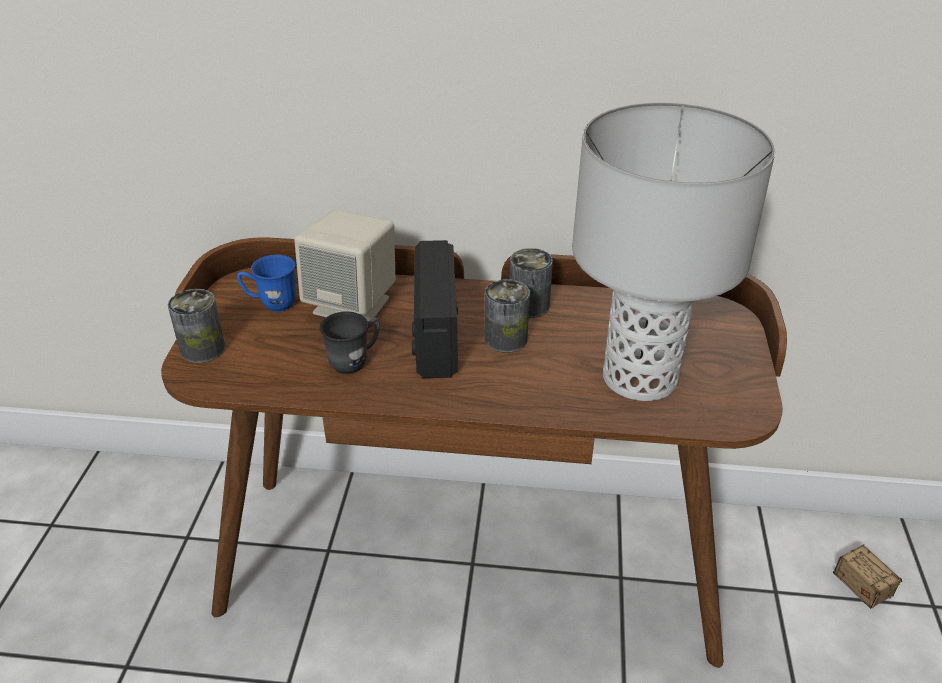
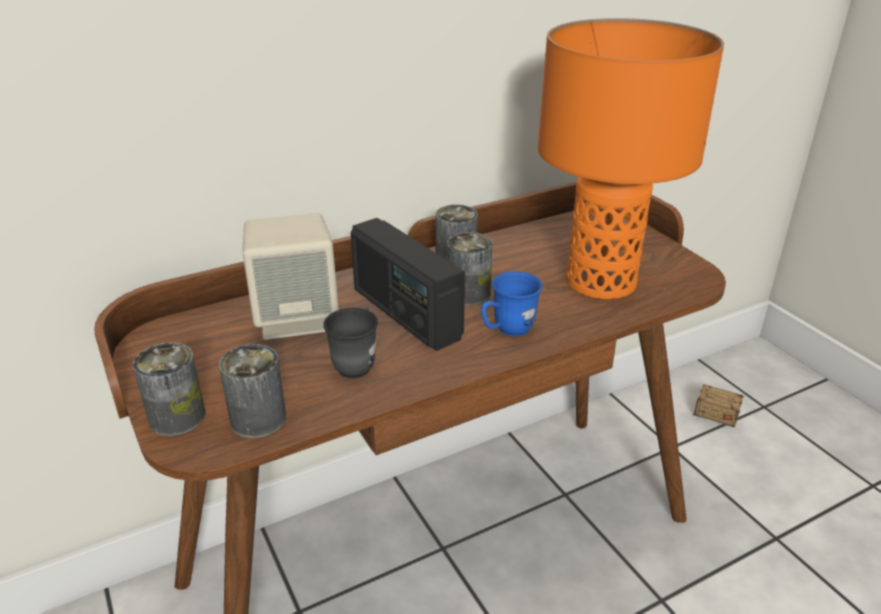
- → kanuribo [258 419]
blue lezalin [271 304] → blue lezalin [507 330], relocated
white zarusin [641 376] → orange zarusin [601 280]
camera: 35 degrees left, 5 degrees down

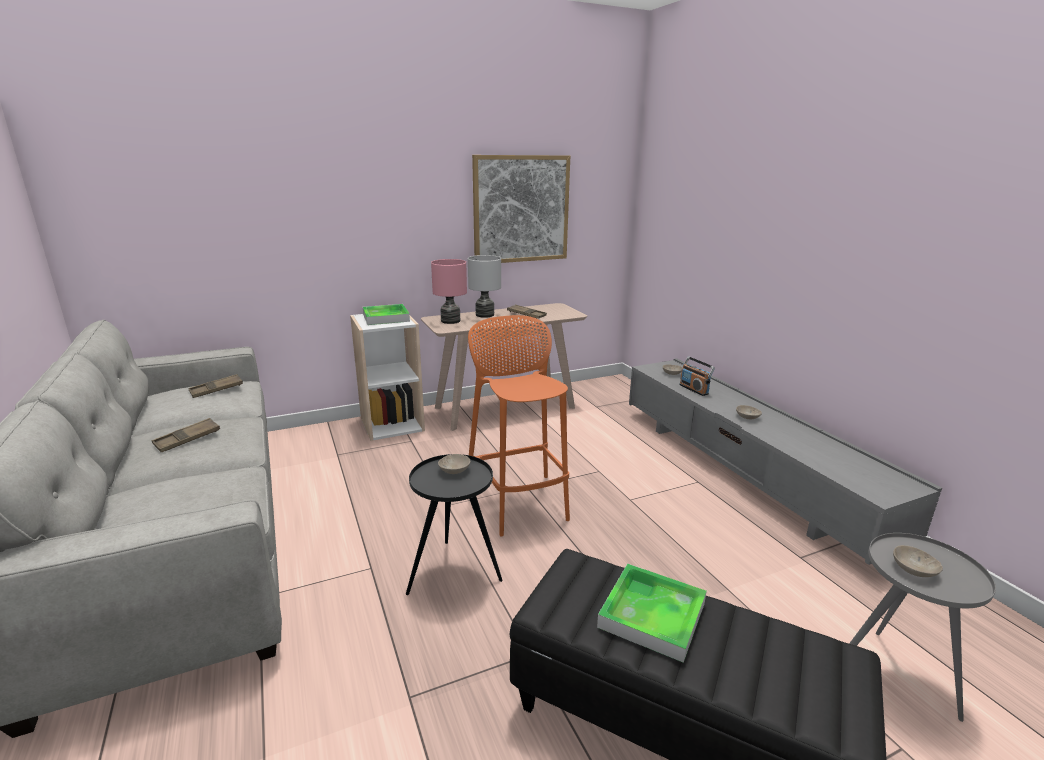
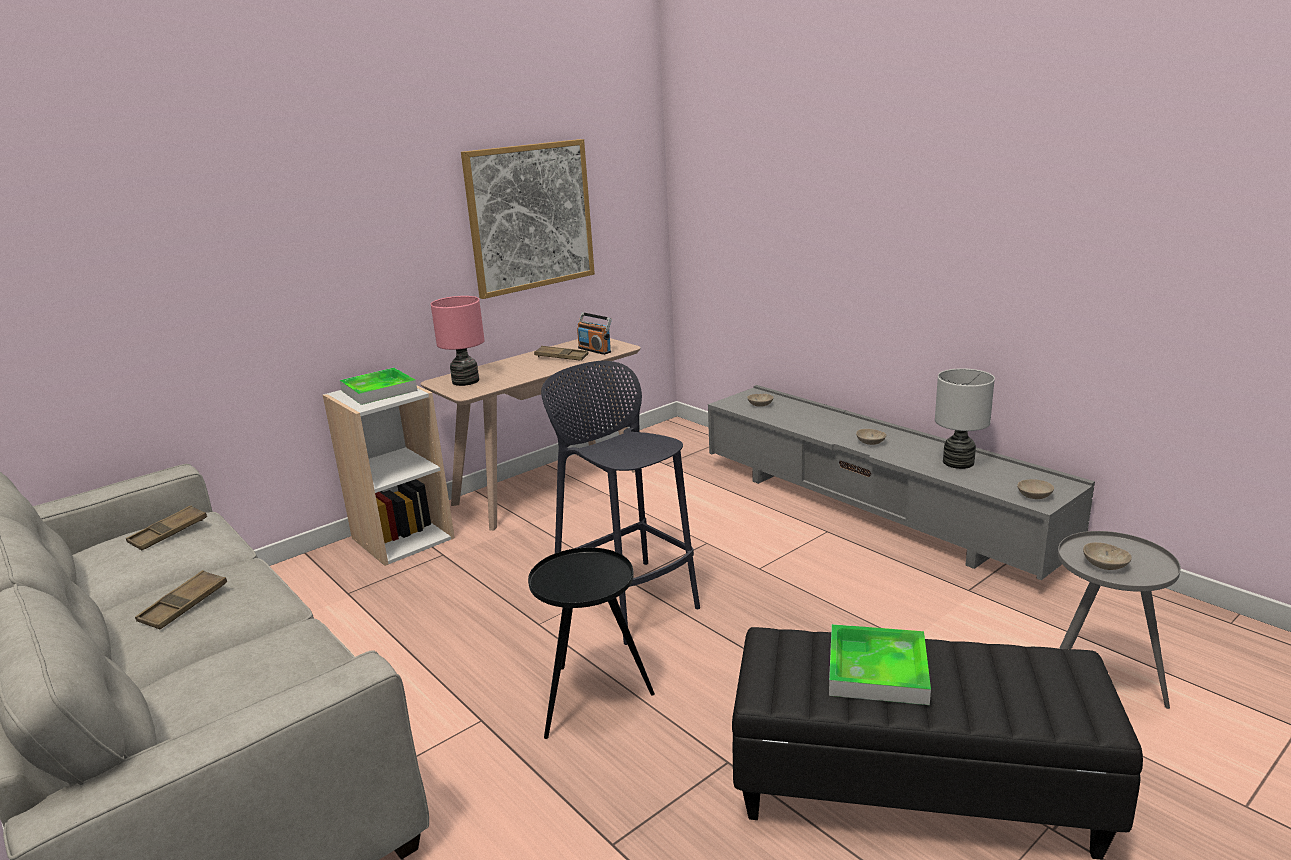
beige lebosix [455 471] → beige lebosix [1035 496], relocated
grey zarusin [485 315] → grey zarusin [958 462], relocated
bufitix [694 389] → bufitix [595 350], relocated
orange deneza [519 503] → grey deneza [628 601]
camera: 15 degrees left, 0 degrees up

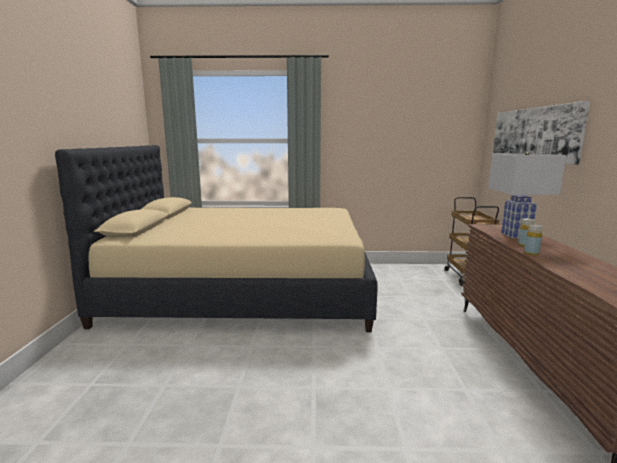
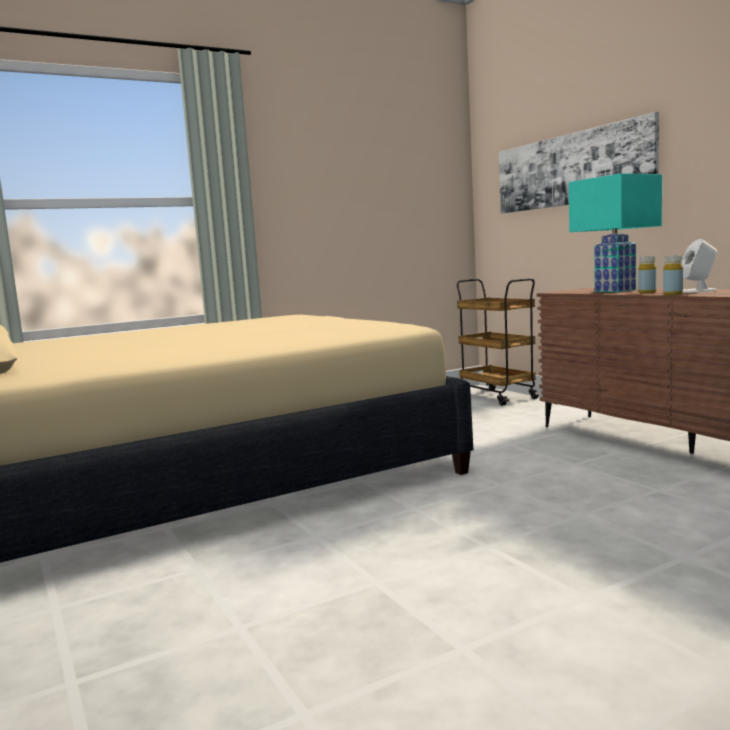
- → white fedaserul [698 291]
white zarusin [515 235] → turquoise zarusin [614 291]
camera: 30 degrees left, 5 degrees down

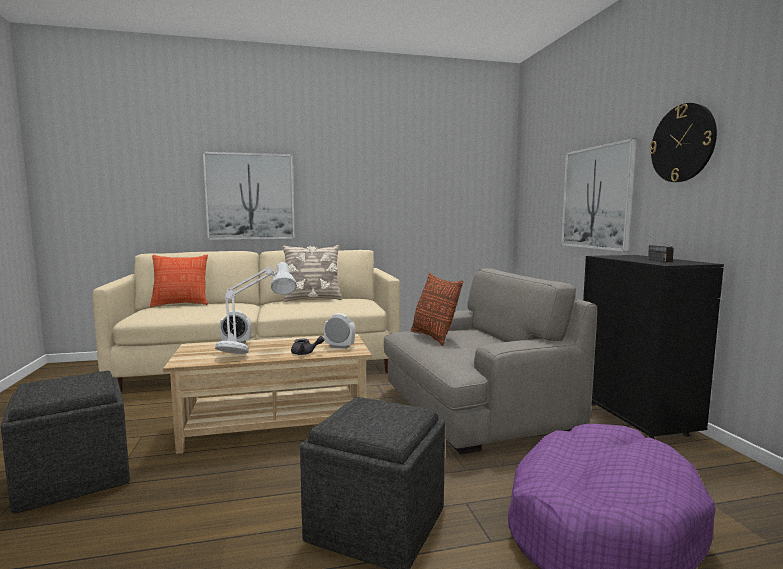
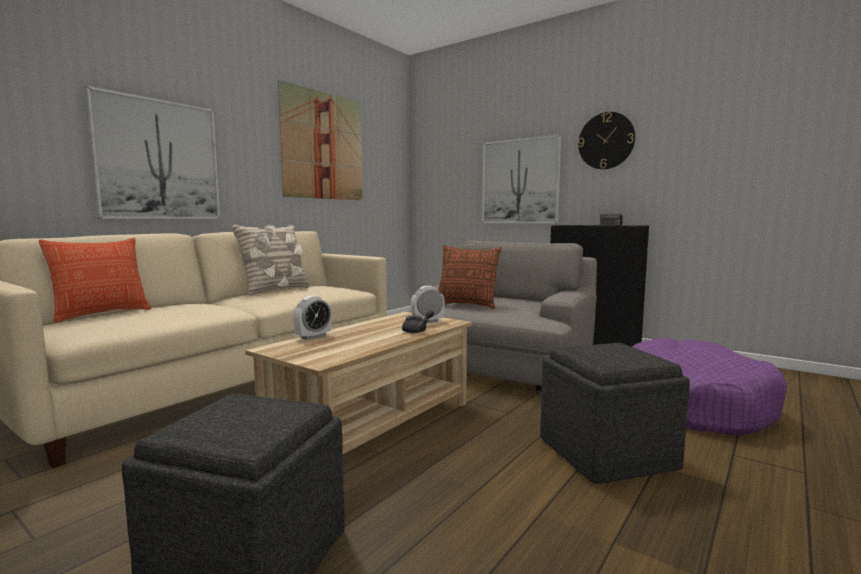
grey zarusin [255 350] → -
- → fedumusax [323 146]
camera: 40 degrees left, 0 degrees up

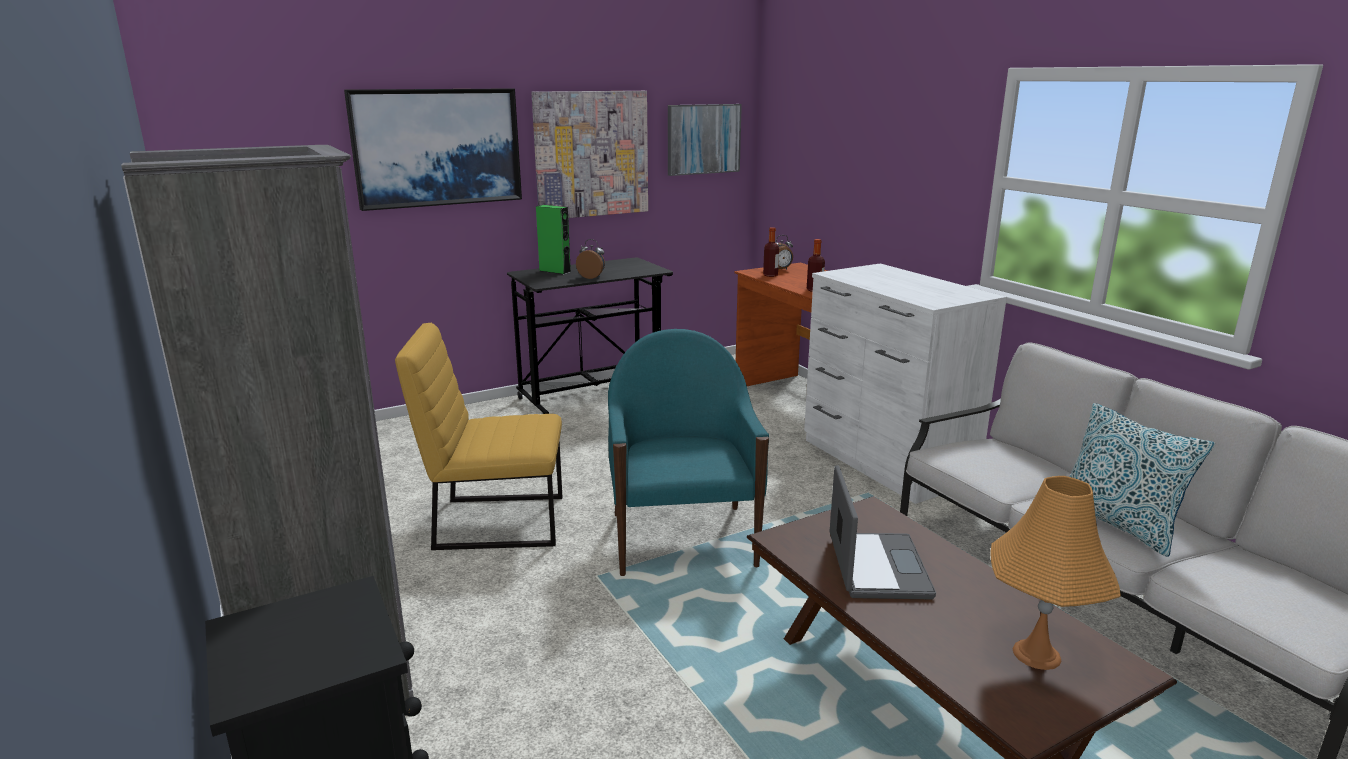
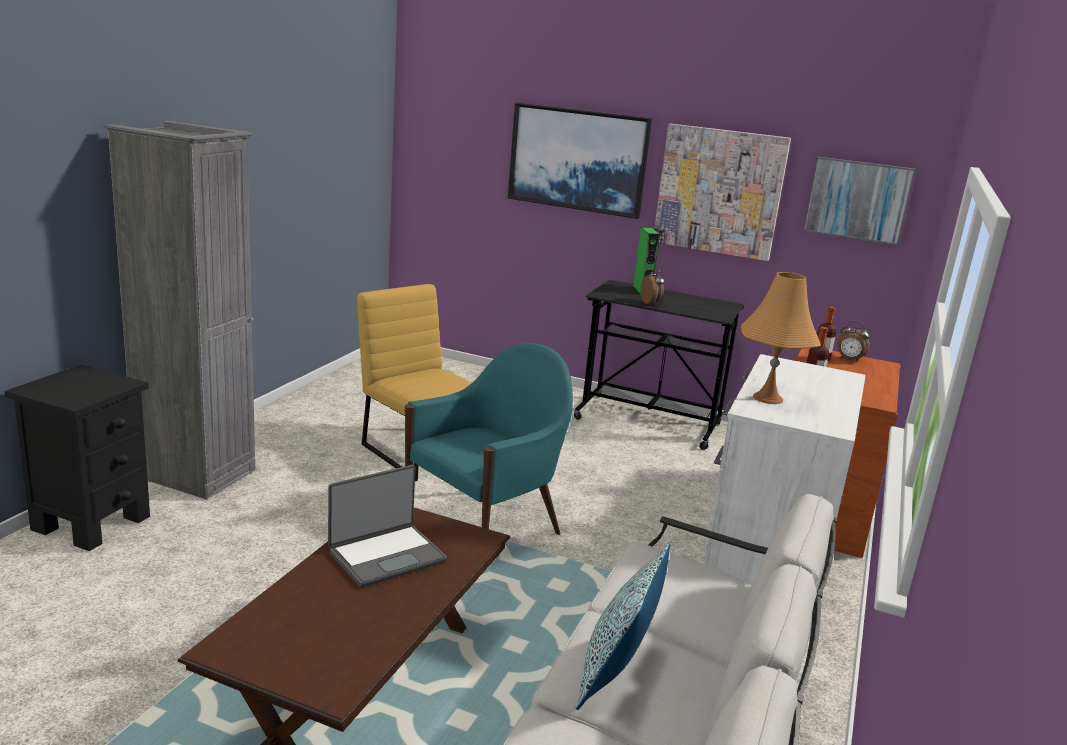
orange zarusin [1036 654] → orange zarusin [767 398], relocated
camera: 50 degrees right, 0 degrees up

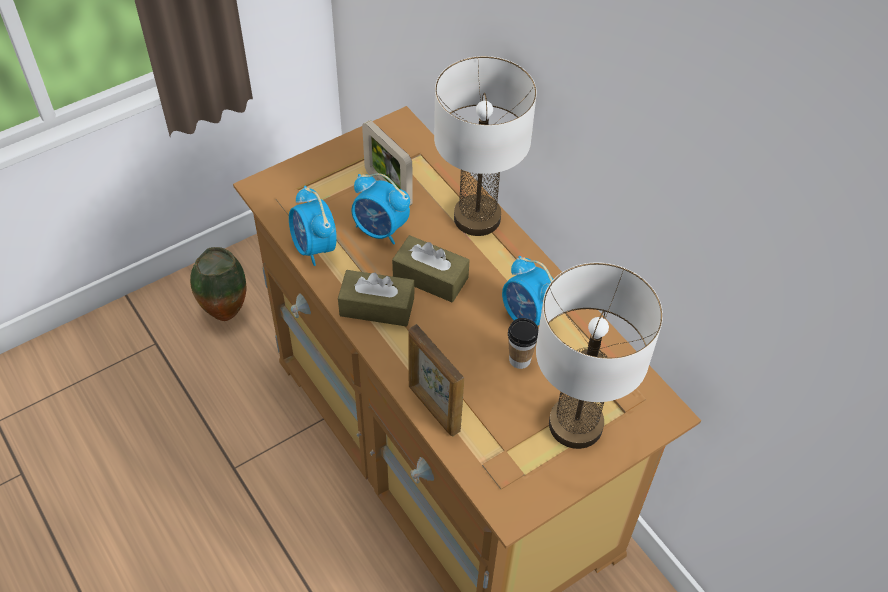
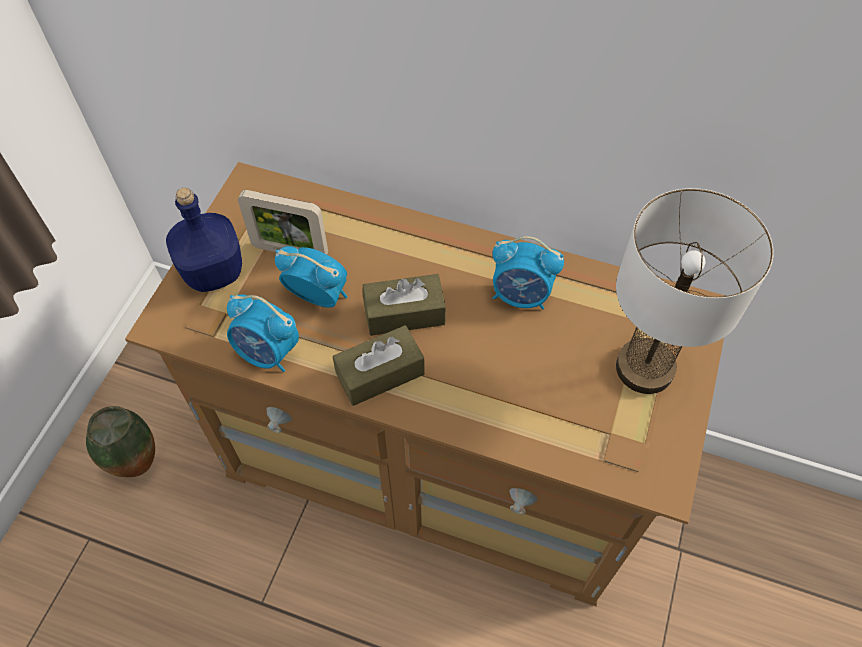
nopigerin [433 408] → -
zarusin [477 218] → -
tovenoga [519 359] → -
- → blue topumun [215 272]
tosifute [380 230] → tosifute [318 296], 150 degrees counterclockwise
camera: 35 degrees left, 5 degrees up

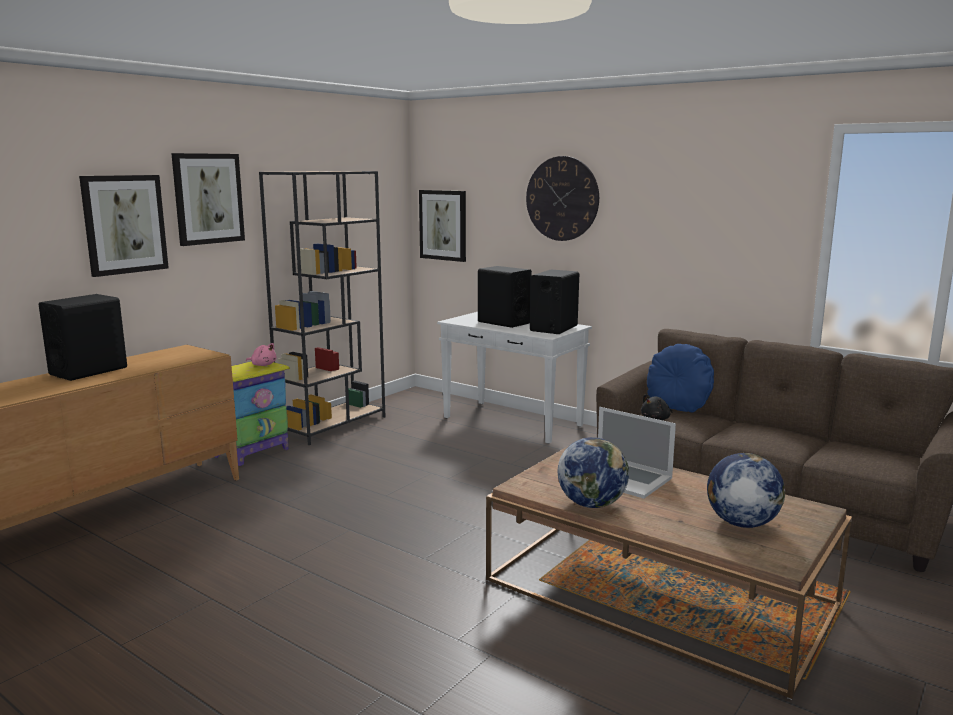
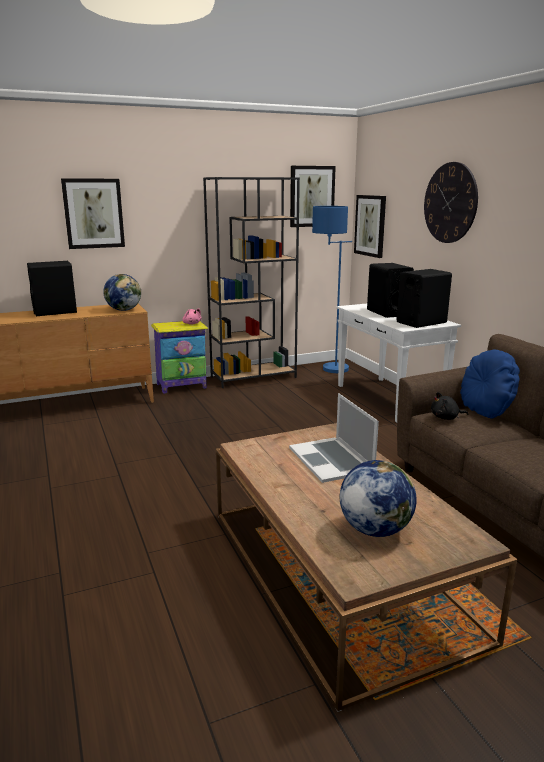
- → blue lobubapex [328 370]
fedumusax [208 198] → fedumusax [311 196], relocated
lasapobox [591 504] → lasapobox [124 310], relocated
camera: 30 degrees right, 5 degrees up

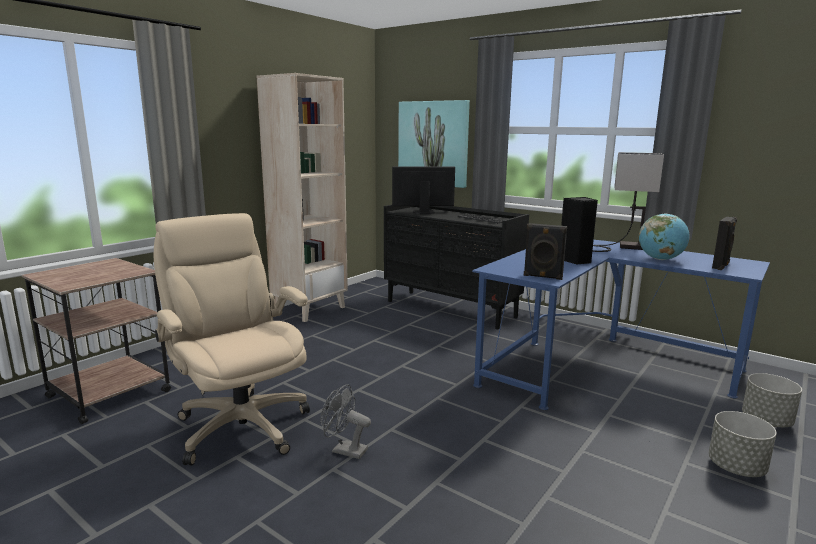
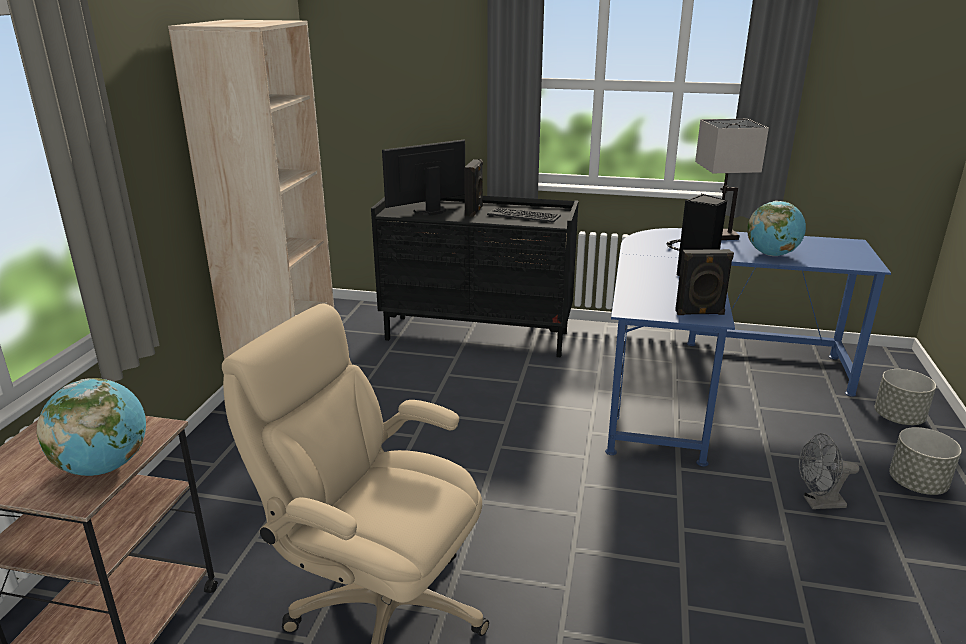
fedumusax [433 143] → -
- → lasapobox [104 466]
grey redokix [344 450] → grey redokix [818 503], relocated
black fedaserul [721 266] → black fedaserul [474 211], relocated
camera: 25 degrees left, 10 degrees up

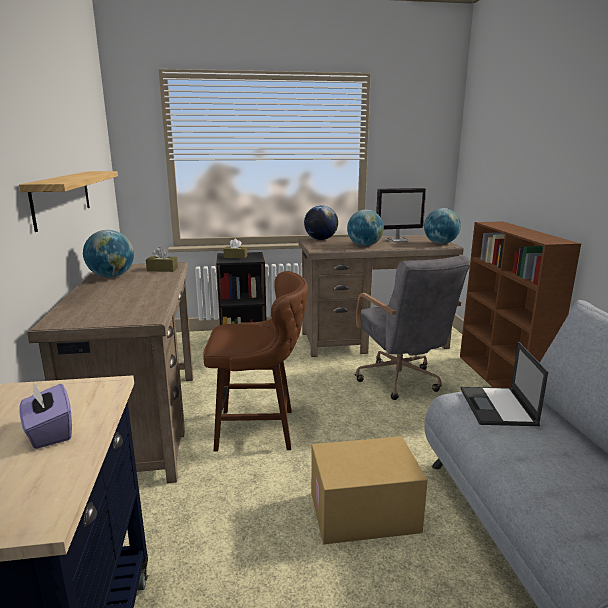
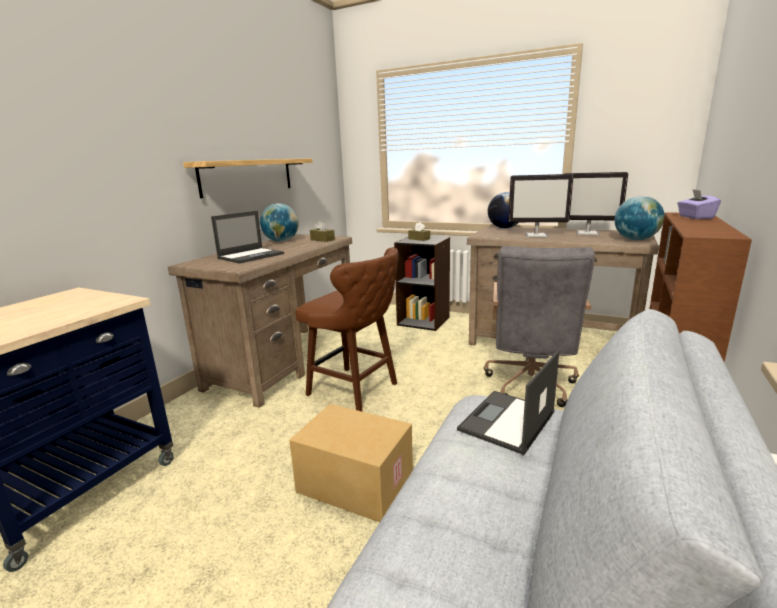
- → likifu [251 256]
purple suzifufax [49 432] → purple suzifufax [695 217], relocated
lasapobox [364 245] → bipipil [536 236]
camera: 35 degrees right, 0 degrees up

